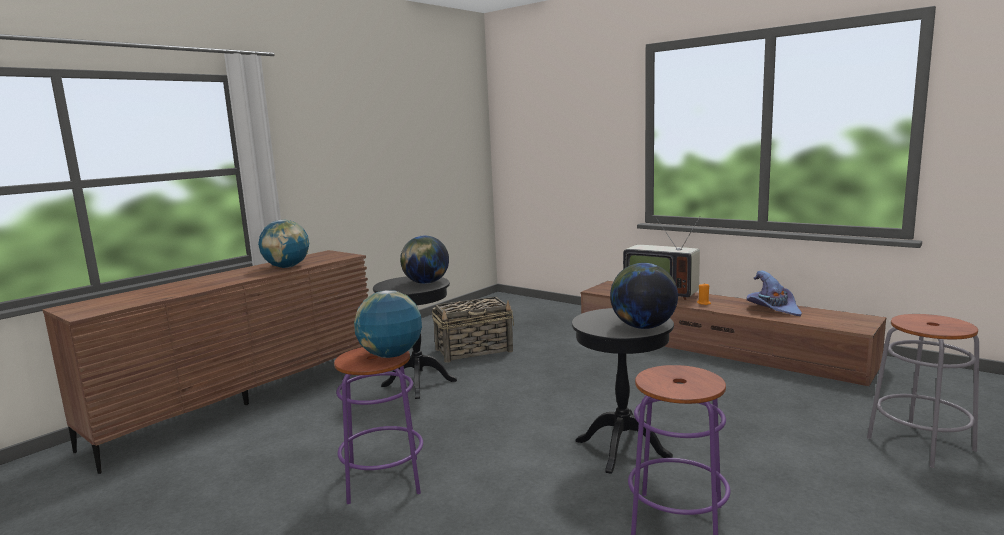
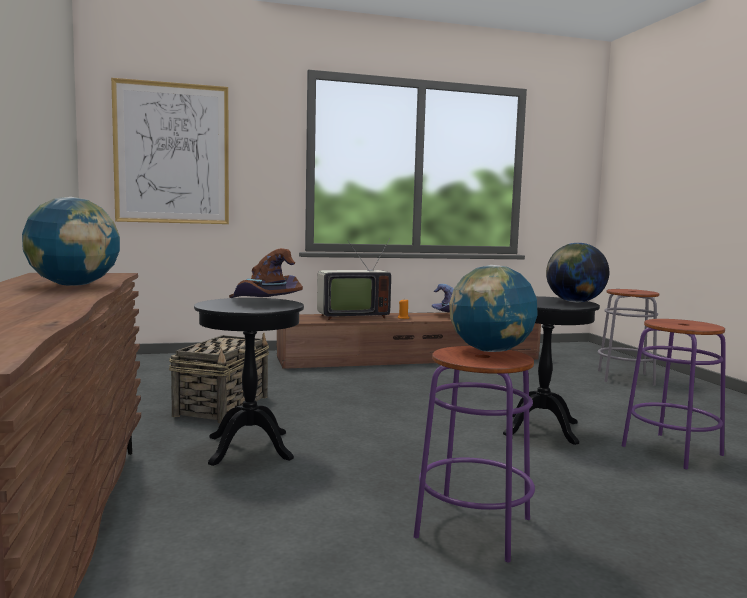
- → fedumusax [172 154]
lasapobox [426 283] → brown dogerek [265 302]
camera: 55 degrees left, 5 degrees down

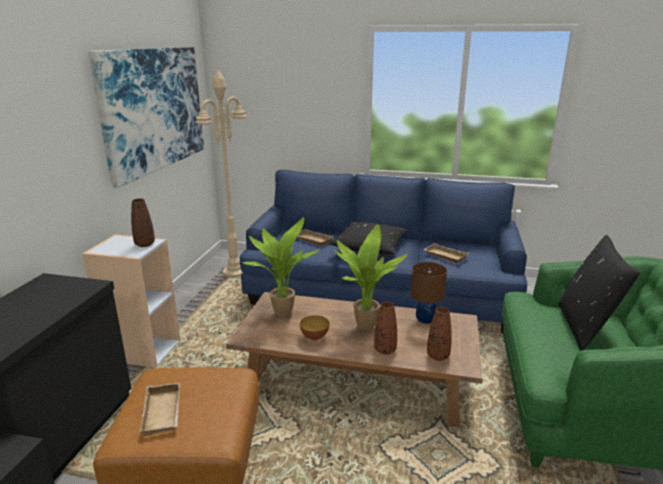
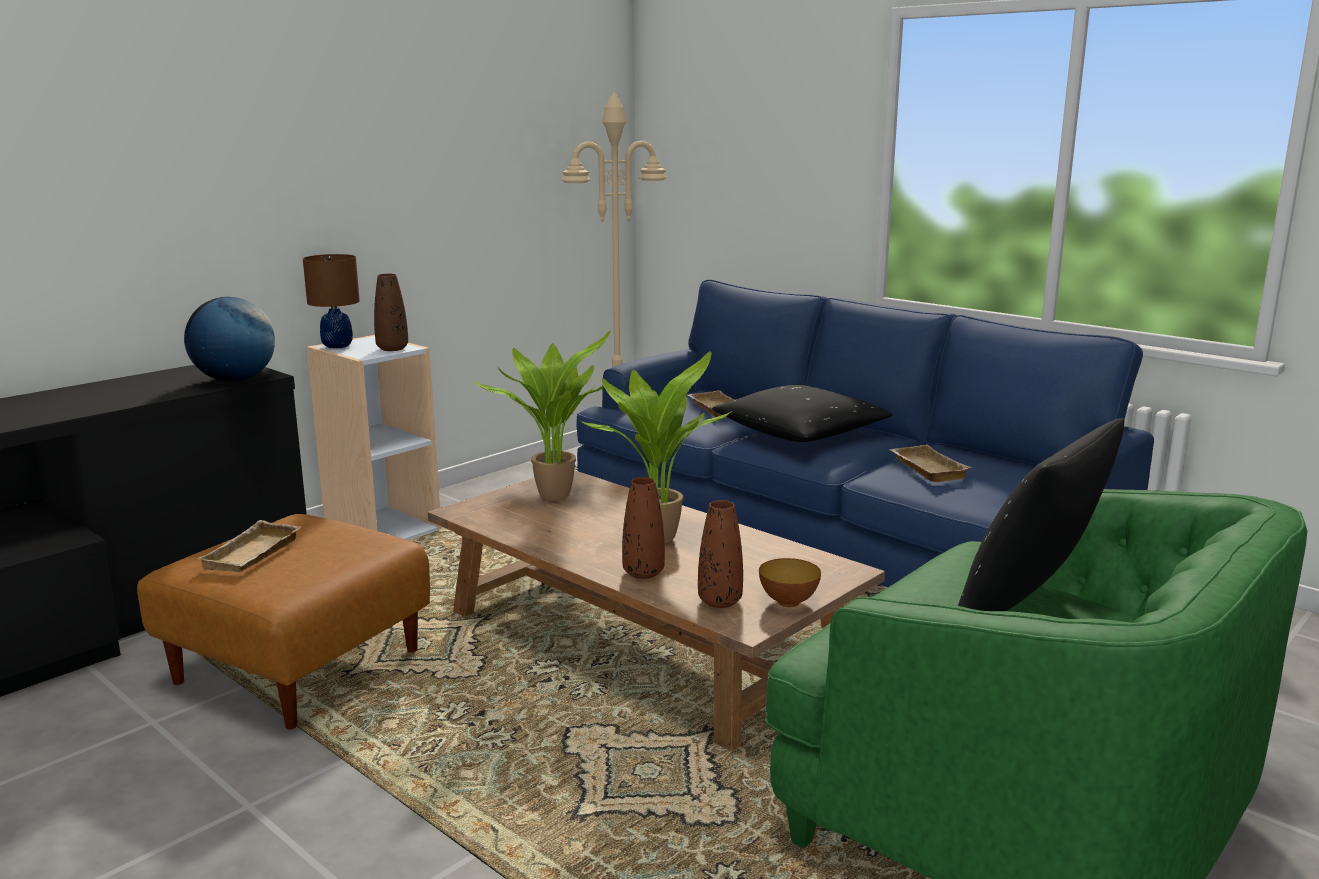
fedumusax [154 109] → -
- → lasapobox [235 380]
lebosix [314 337] → lebosix [788 602], relocated
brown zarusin [424 320] → brown zarusin [338 346], relocated
camera: 30 degrees right, 5 degrees down

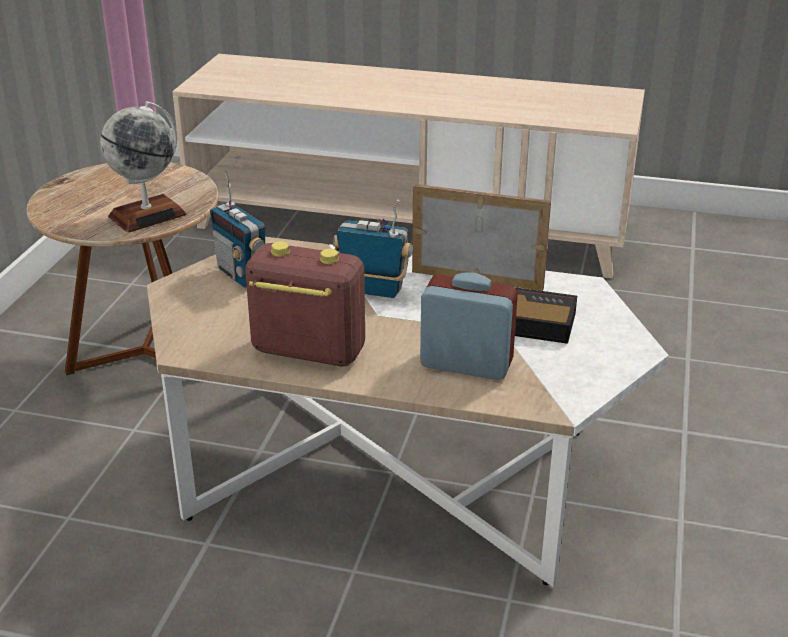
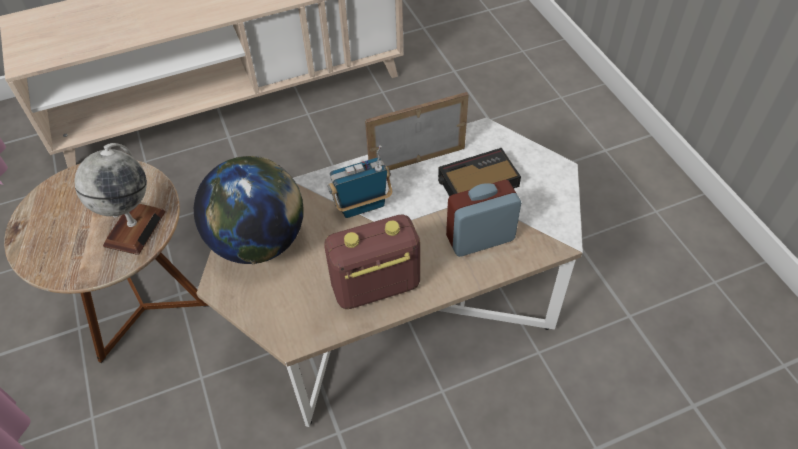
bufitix [243 275] → lasapobox [259 243]
camera: 35 degrees left, 20 degrees up

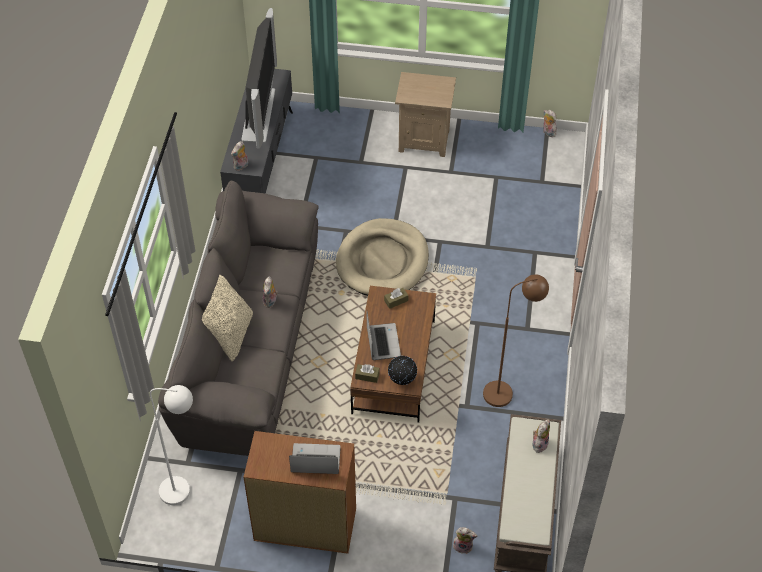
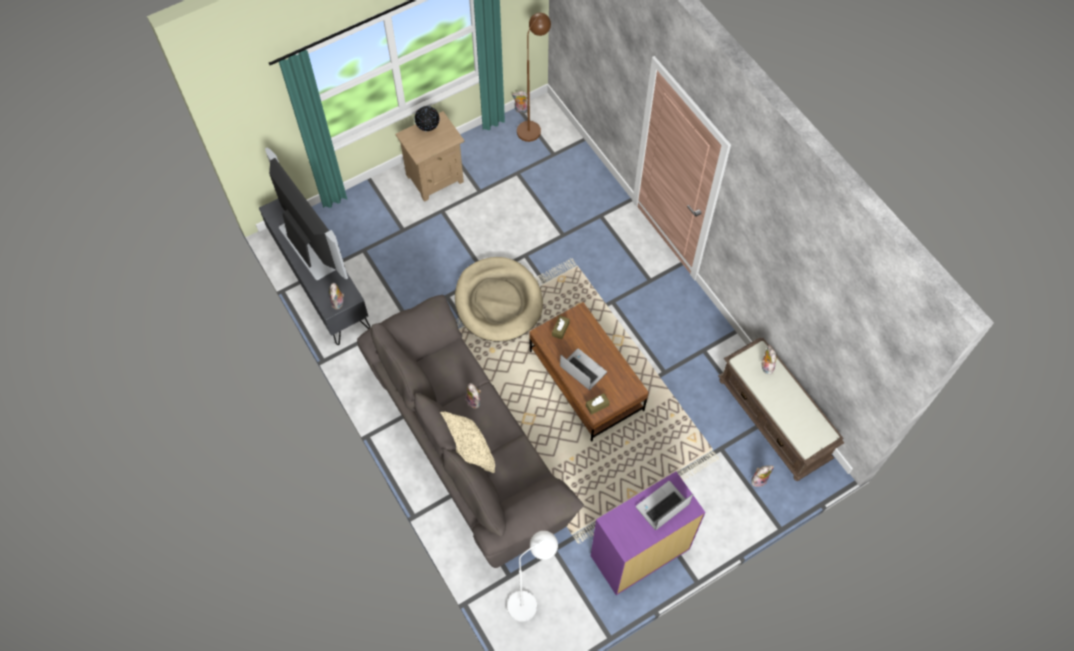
lasapobox [402 380] → lasapobox [428 128], relocated
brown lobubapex [506 392] → brown lobubapex [532 127], relocated
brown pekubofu [304 524] → purple pekubofu [639 552]
camera: 40 degrees left, 10 degrees up

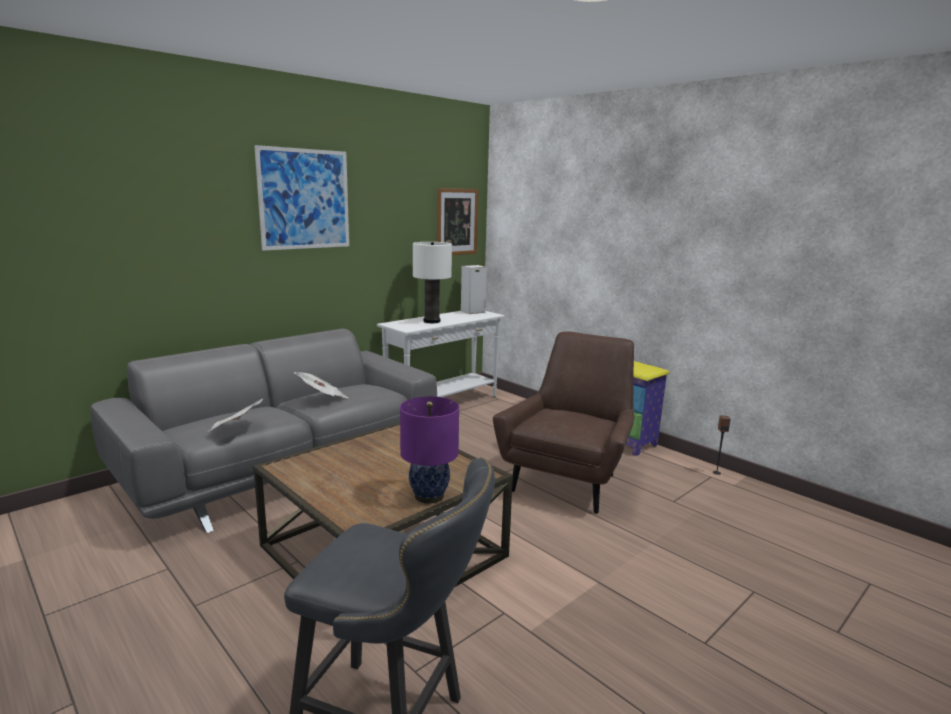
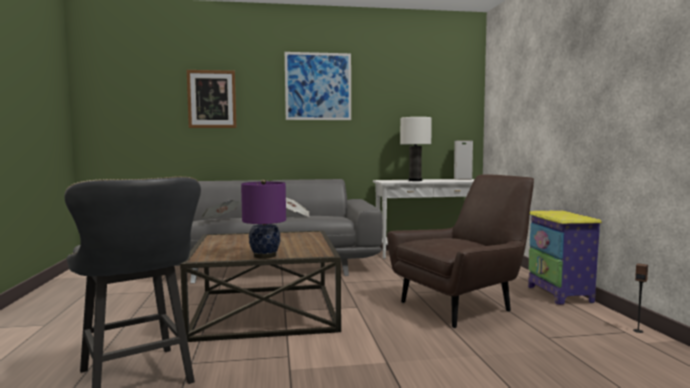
fedumusax [457 222] → fedumusax [212 99], relocated
camera: 35 degrees right, 10 degrees down

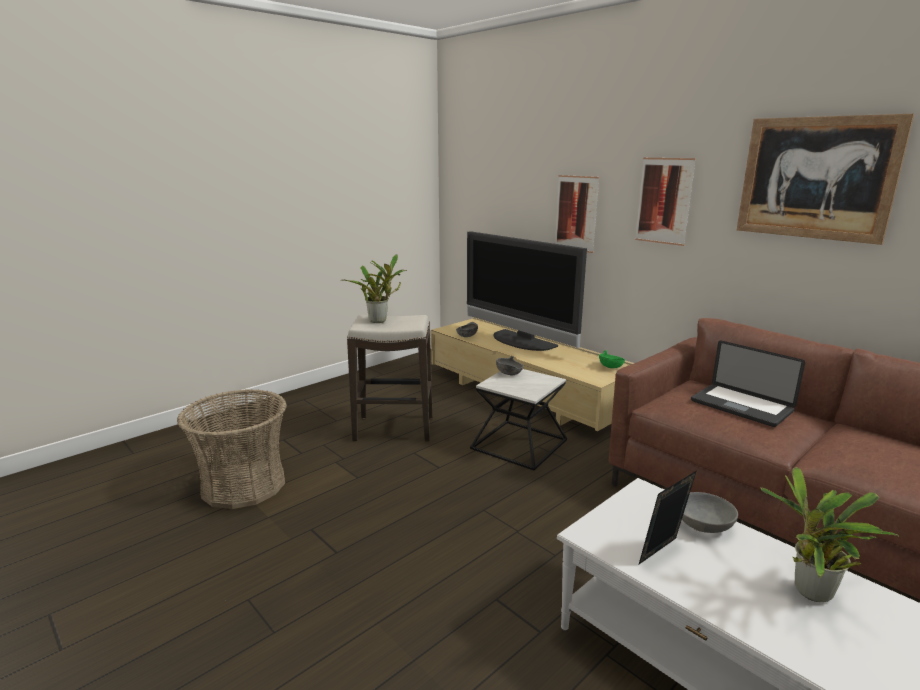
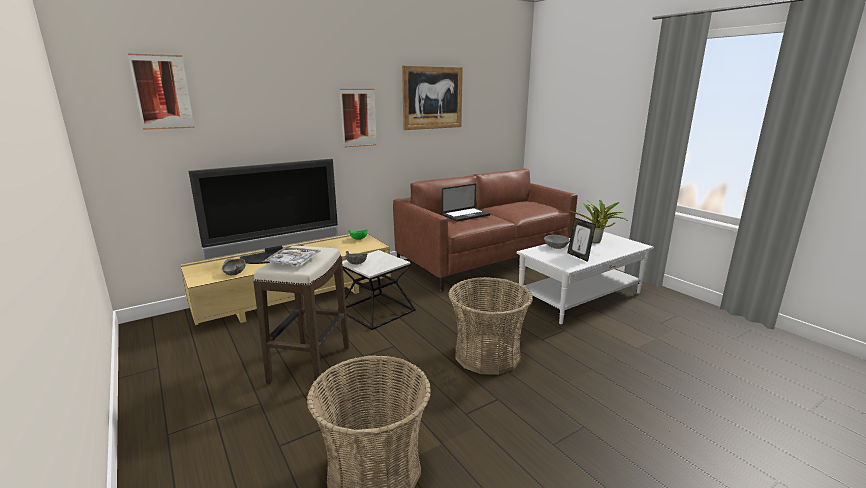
- → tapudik [487 355]
fedumusax [576 213] → fedumusax [162 92], relocated
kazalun [380 320] → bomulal [293 261]
camera: 80 degrees left, 0 degrees up

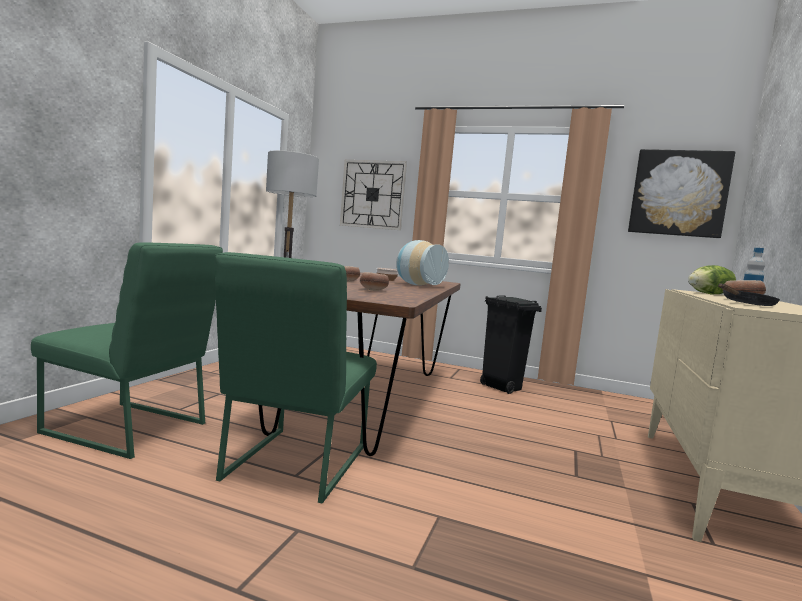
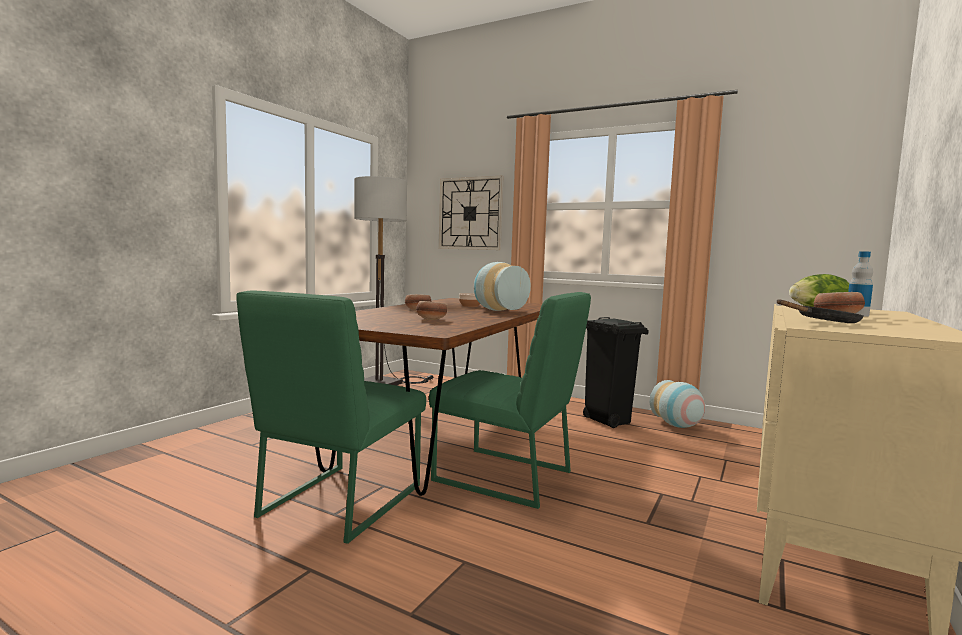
fedumusax [678 193] → -
- → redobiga [678 426]
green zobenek [128 429] → green zobenek [506 477], relocated
camera: 10 degrees right, 0 degrees up

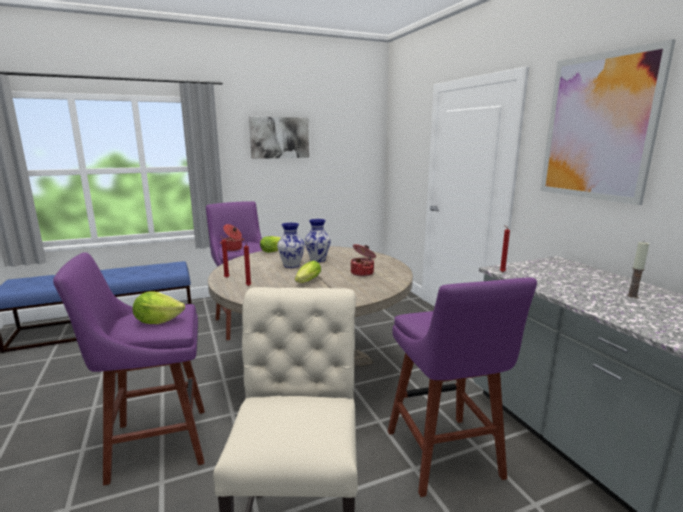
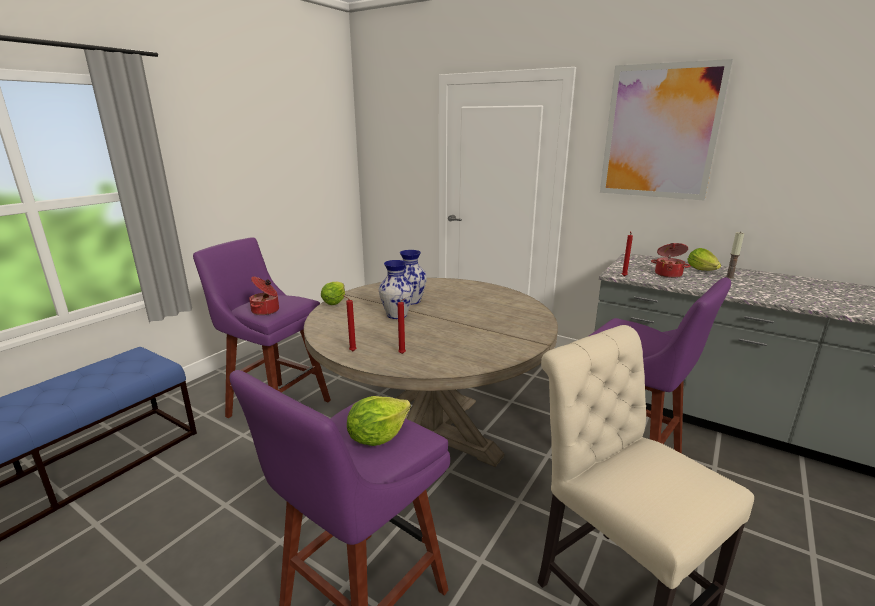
fedumusax [279 137] → -
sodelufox [306 282] → sodelufox [703 270], relocated
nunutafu [363 273] → nunutafu [668 274], relocated
camera: 35 degrees left, 5 degrees up

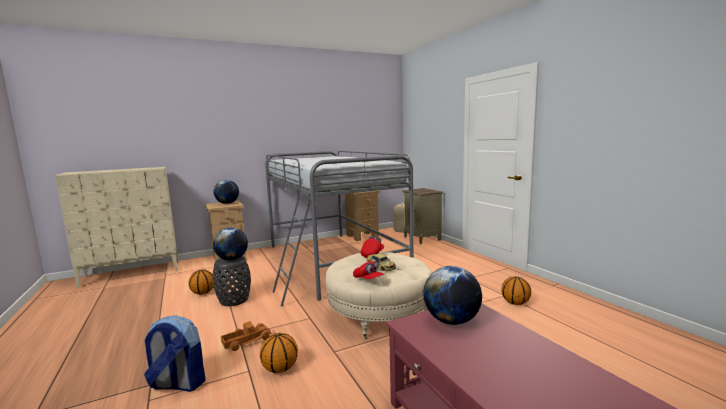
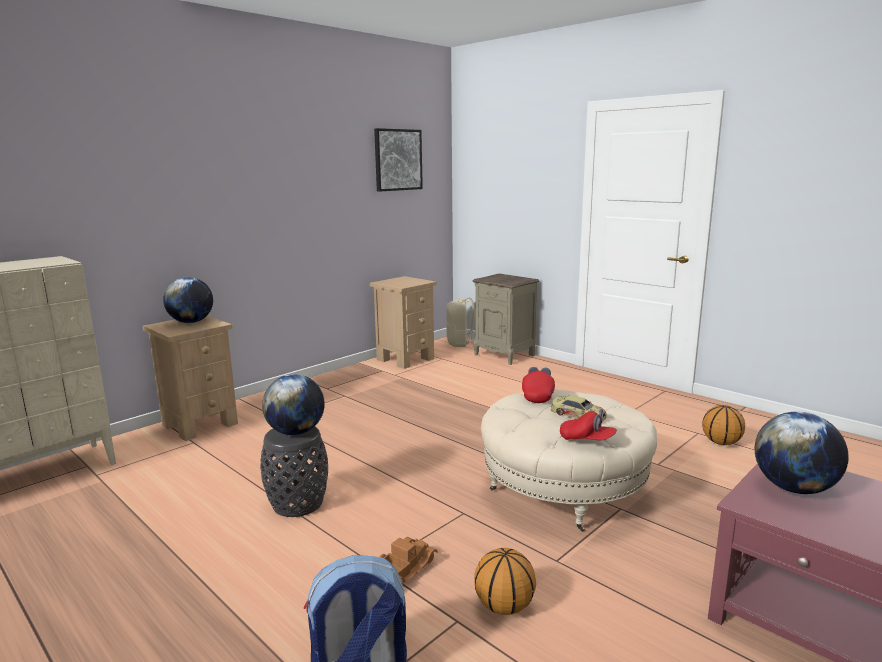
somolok [203 293] → -
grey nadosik [331 261] → -
- → fedumusax [398 160]
camera: 20 degrees left, 5 degrees up

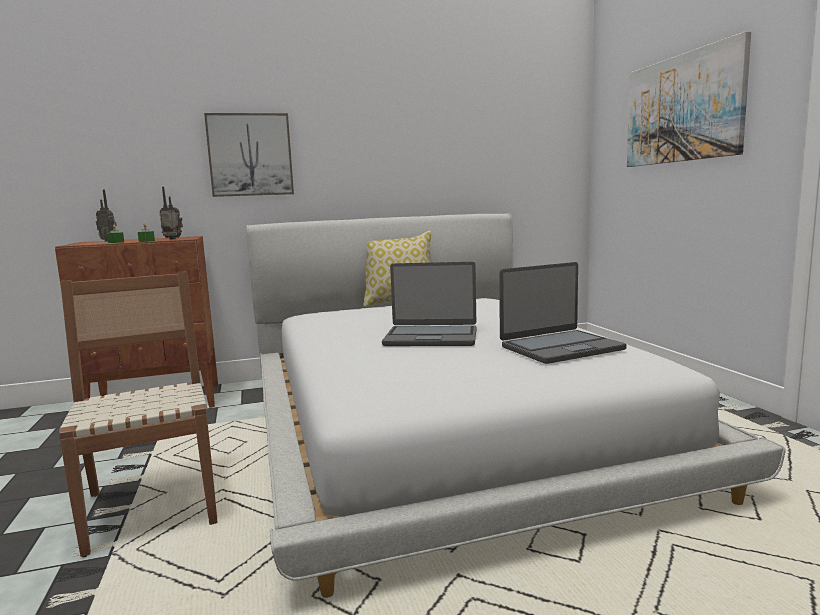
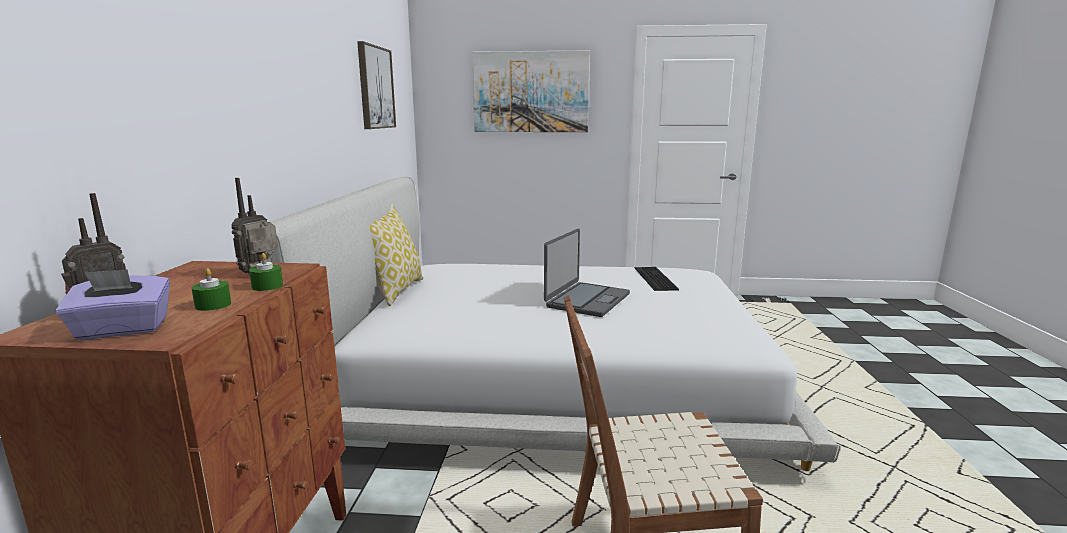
- → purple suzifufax [122 330]
fedumusax [250 155] → fedumusax [375 88], relocated
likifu [560 348] → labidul [653 278]
camera: 70 degrees left, 5 degrees up

